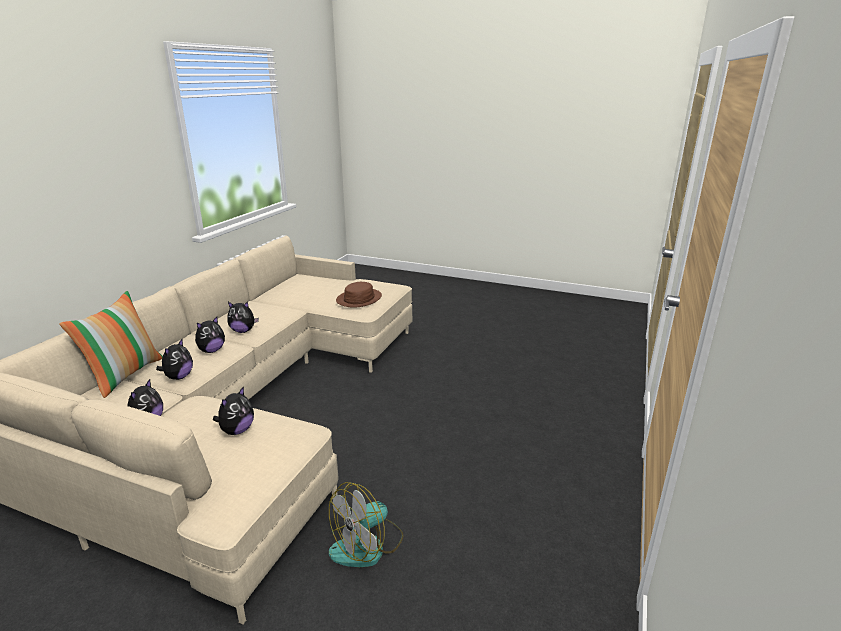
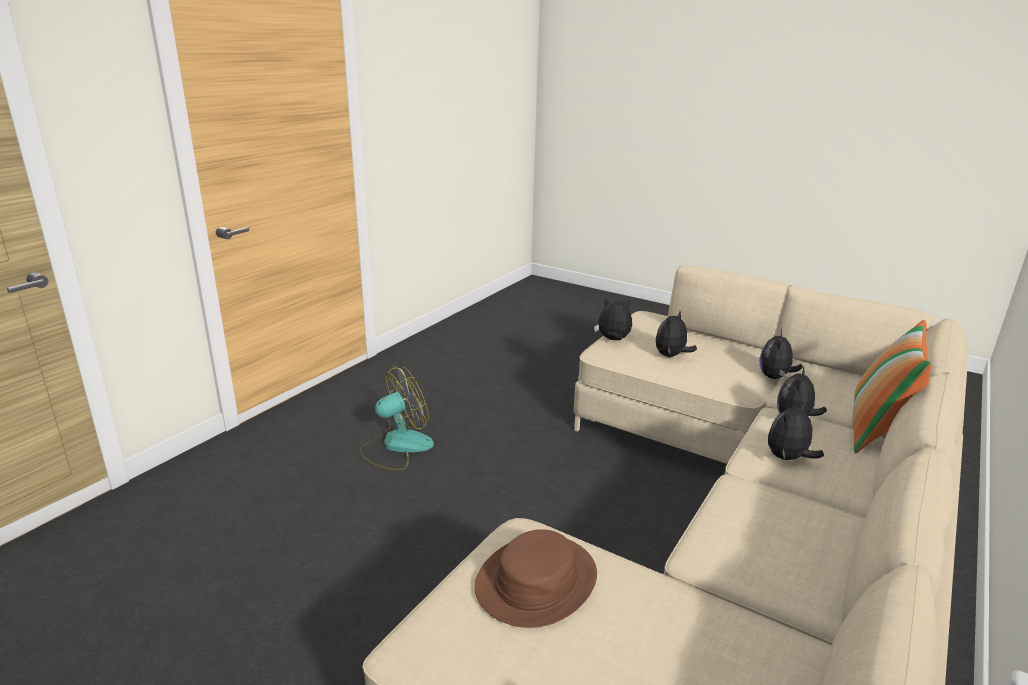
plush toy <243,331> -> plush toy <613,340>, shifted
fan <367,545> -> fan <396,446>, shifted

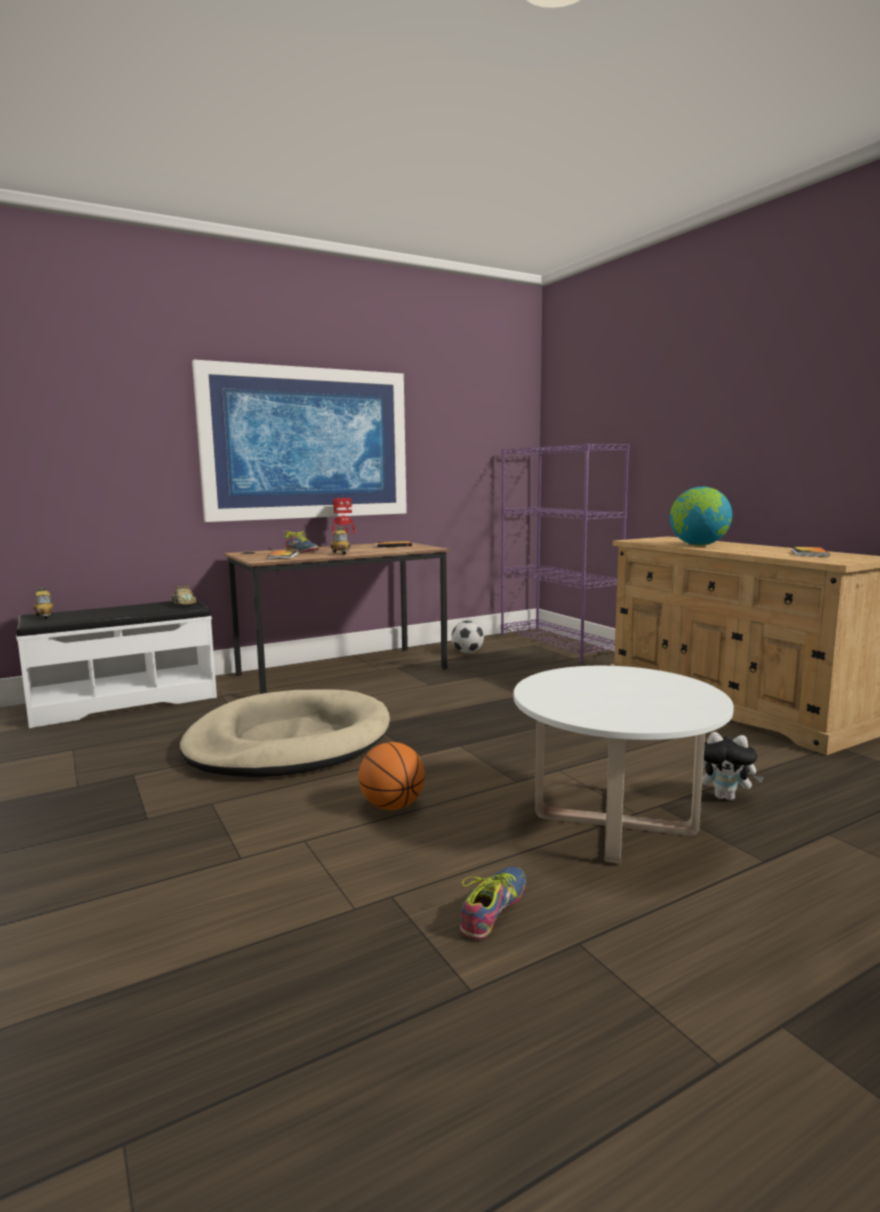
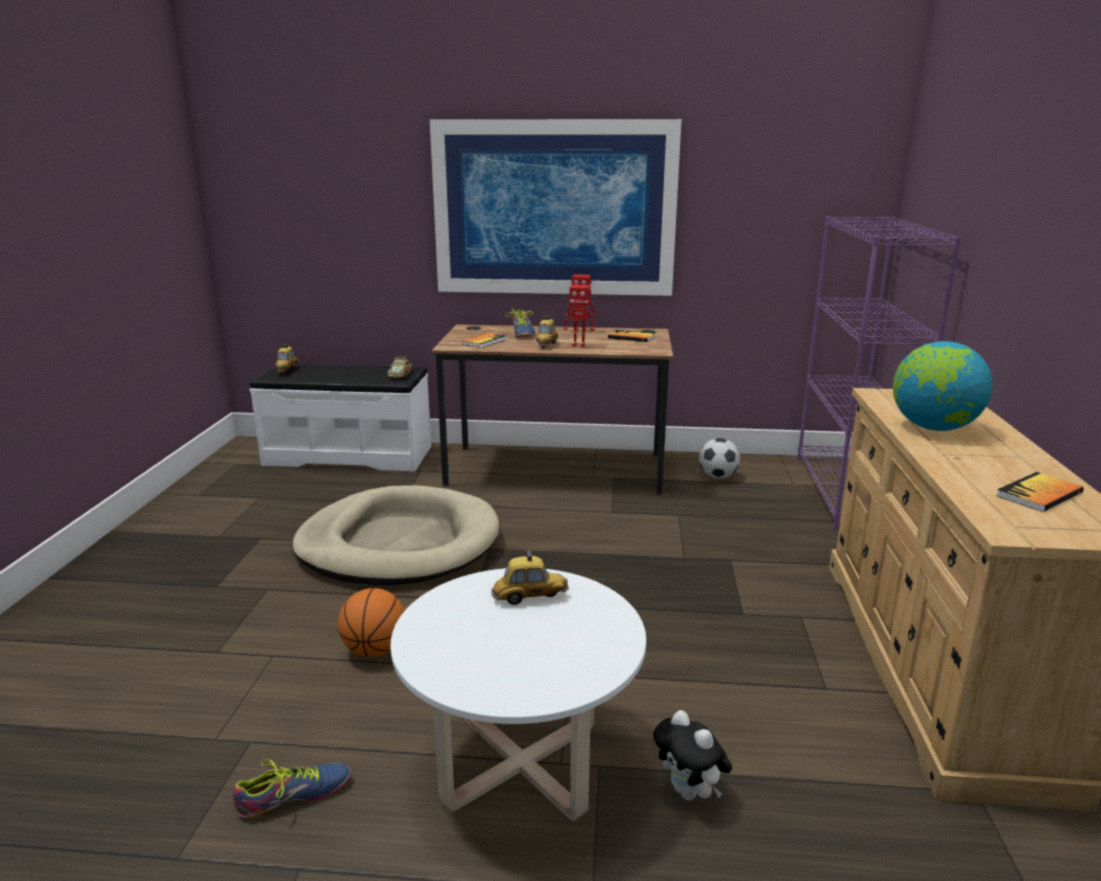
none -> toy car <530,597>
none -> toy robot <579,345>

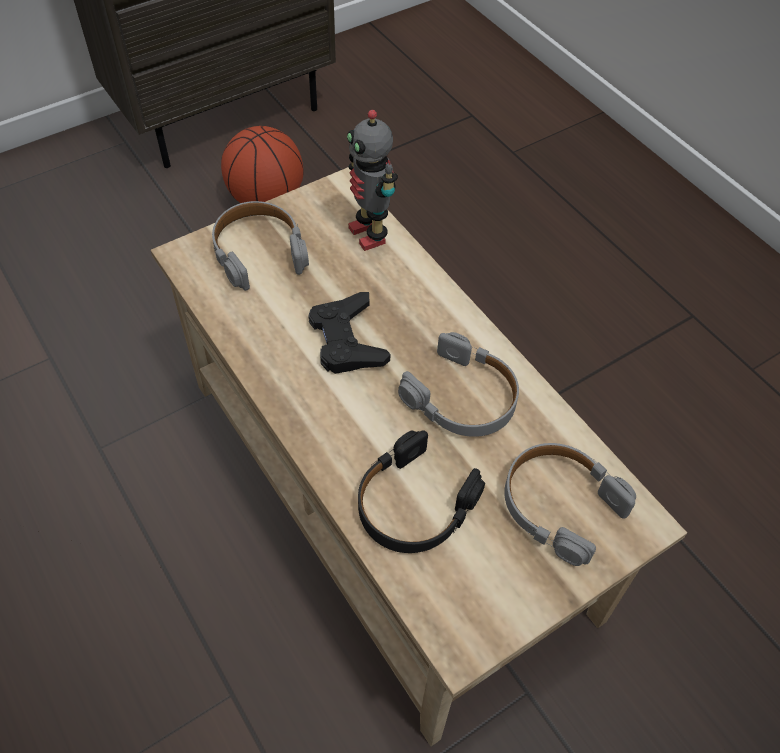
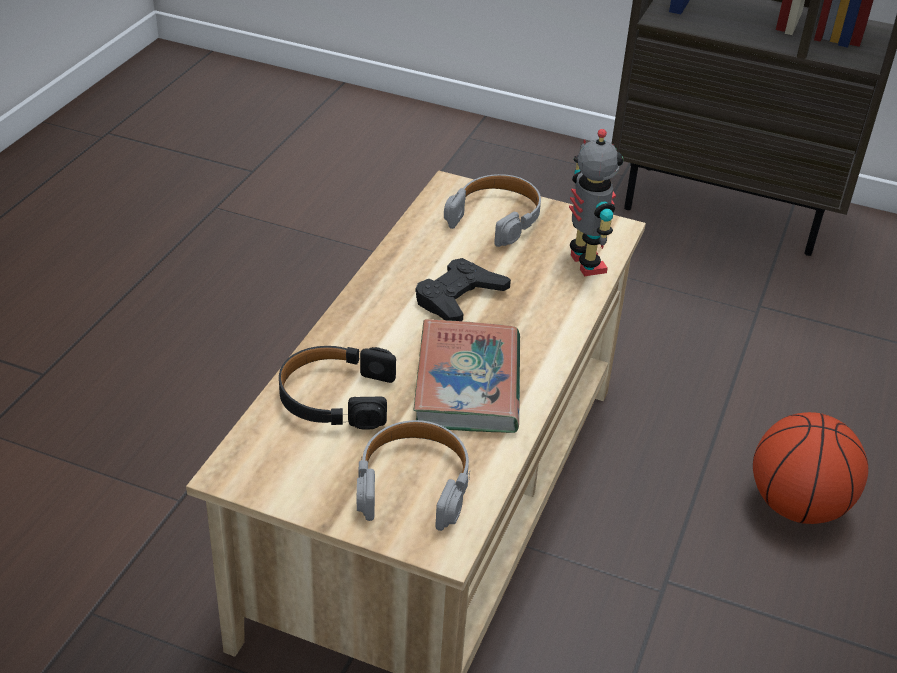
basketball <266,199> -> basketball <796,506>, shifted
grey headphones <462,398> -> book <468,384>
toy robot <370,234> -> toy robot <584,264>, 135 degrees clockwise

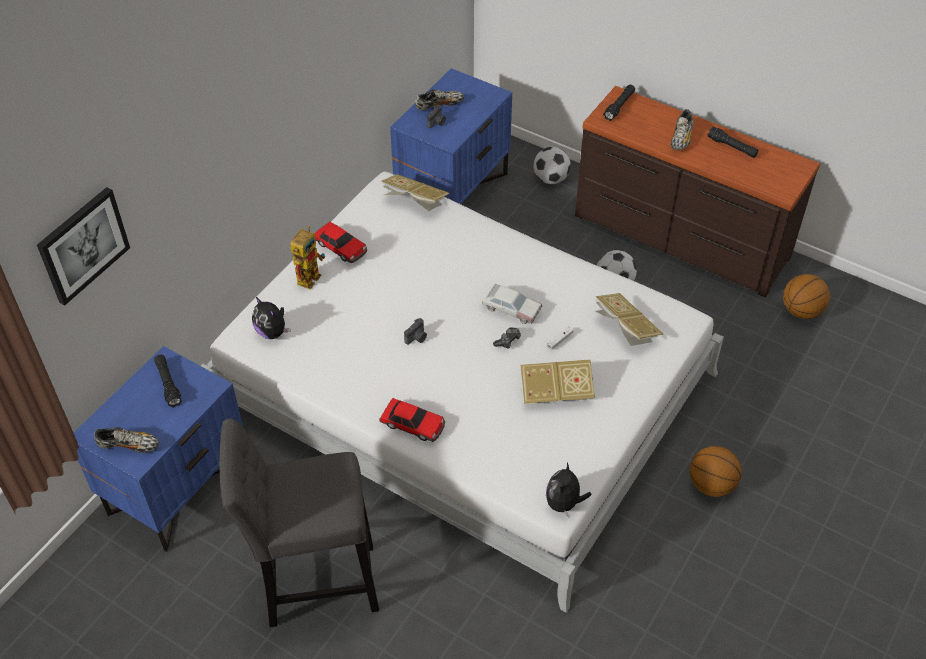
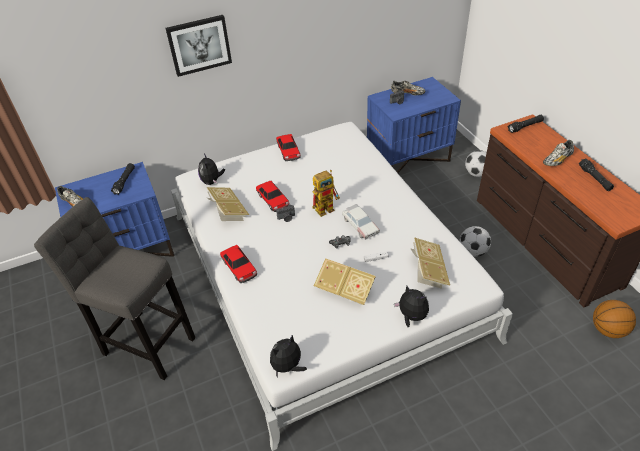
basketball <711,485> -> none
none -> toy car <273,200>
none -> plush toy <411,317>
picture <82,245> -> picture <199,45>, shifted
toy robot <310,275> -> toy robot <327,207>, shifted
book <415,202> -> book <228,212>, shifted

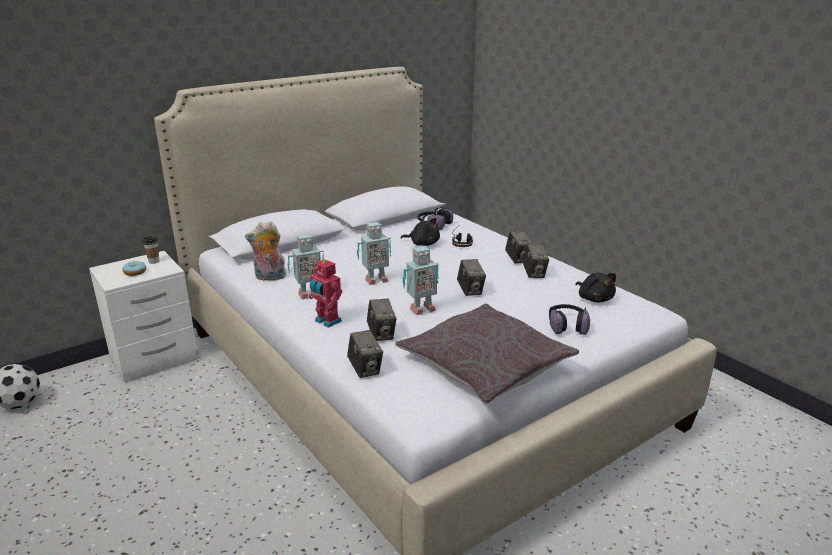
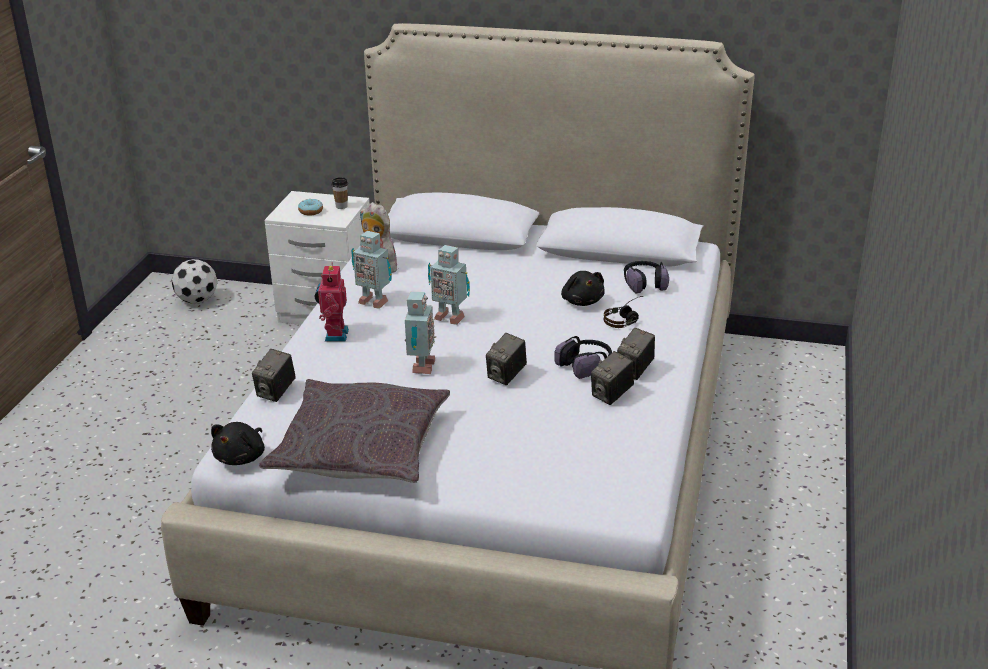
photo camera <381,334> -> none
headphones <567,325> -> headphones <585,365>, shifted
black plush toy <594,298> -> black plush toy <241,457>, shifted
toy robot <421,309> -> toy robot <420,367>, 105 degrees counterclockwise

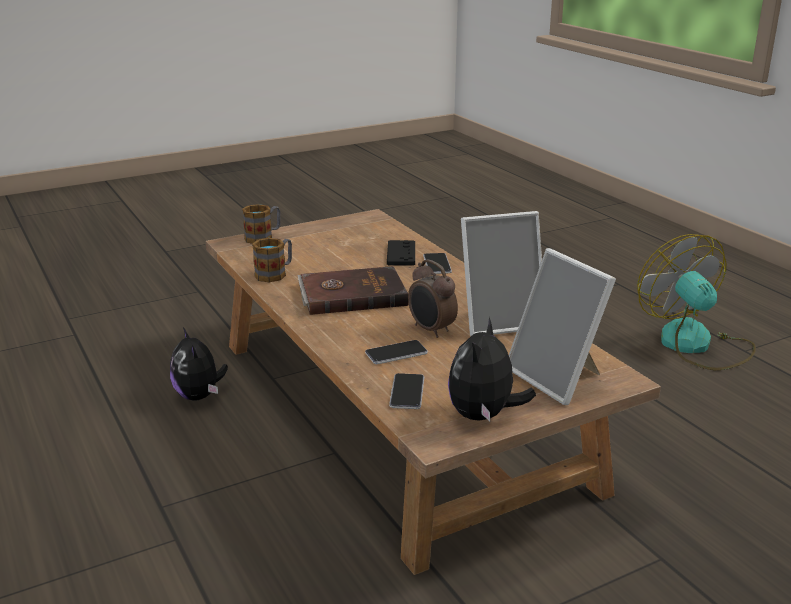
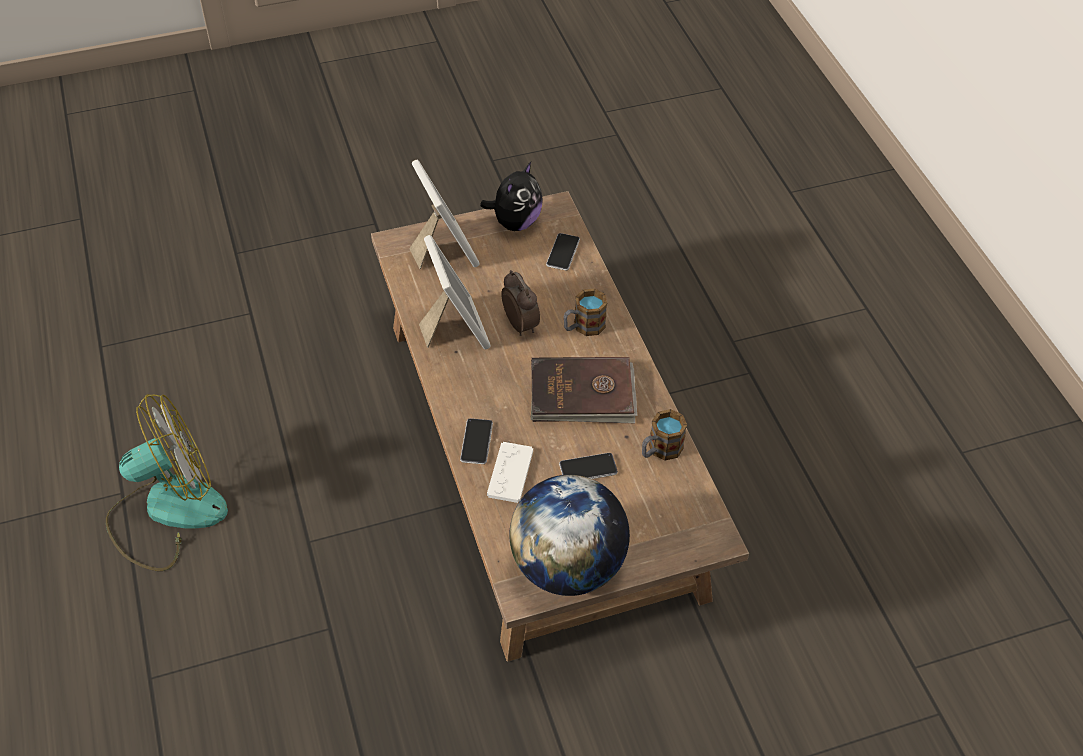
plush toy <199,396> -> none
none -> globe <567,566>
mug <263,237> -> mug <583,327>, shifted
phone <396,353> -> phone <588,468>, shifted
black game controller <401,254> -> white game controller <510,473>
picture frame <500,321> -> picture frame <454,328>, 75 degrees clockwise
fan <696,345> -> fan <166,512>, 105 degrees counterclockwise

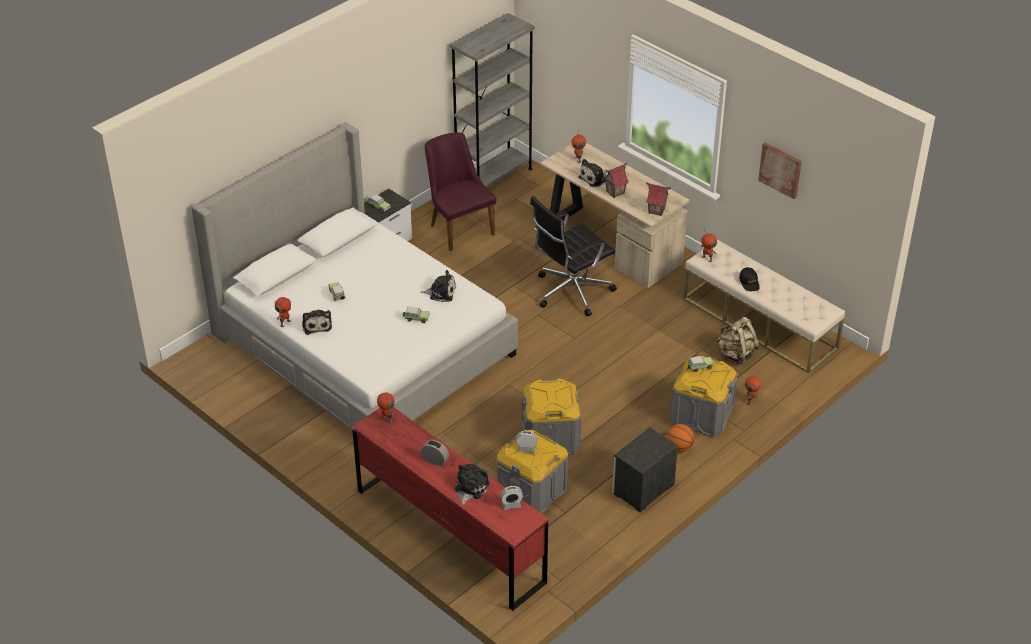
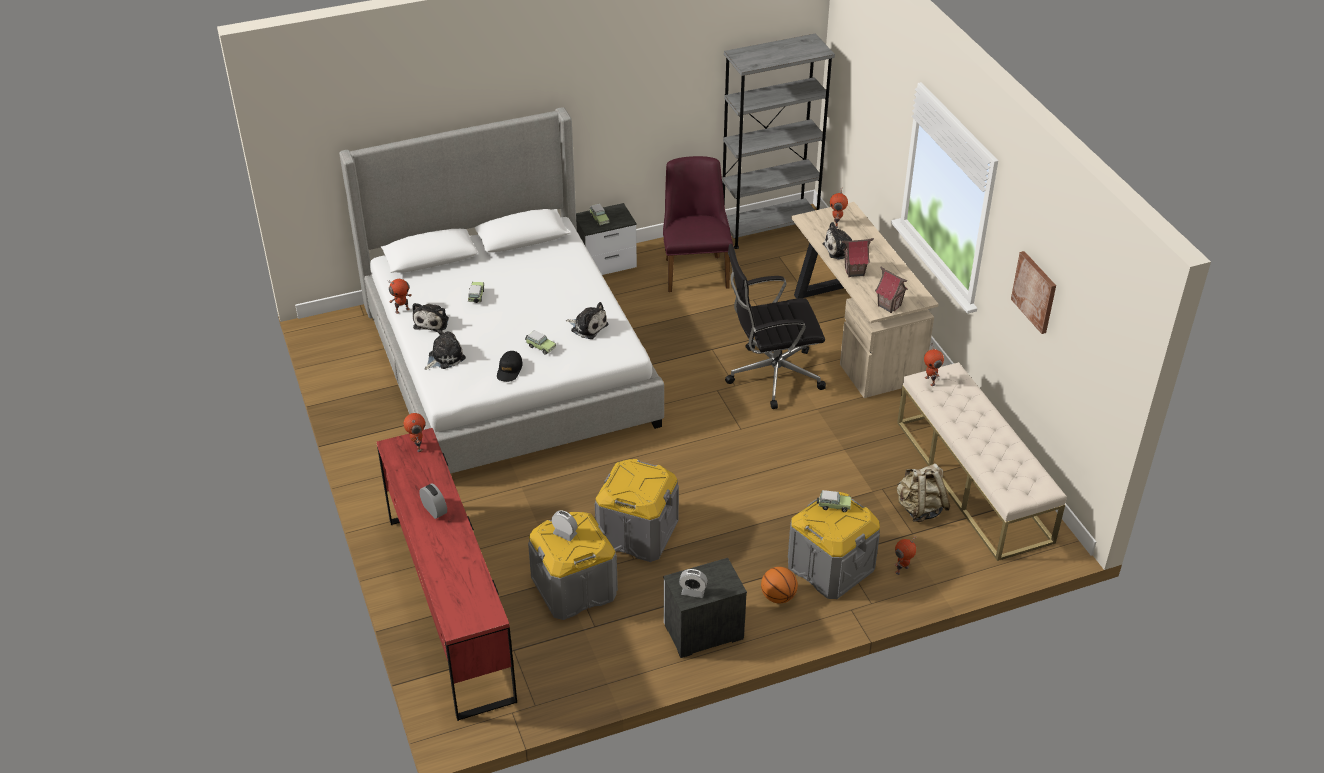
plush toy <470,488> -> plush toy <444,357>, shifted
alarm clock <511,505> -> alarm clock <693,592>, shifted
black cap <749,282> -> black cap <509,370>, shifted

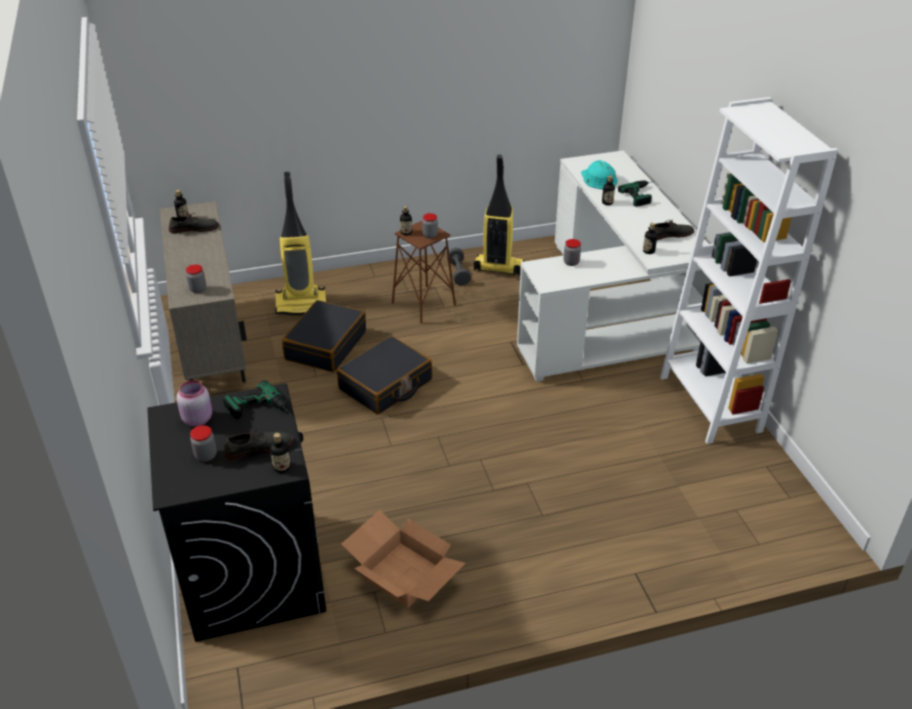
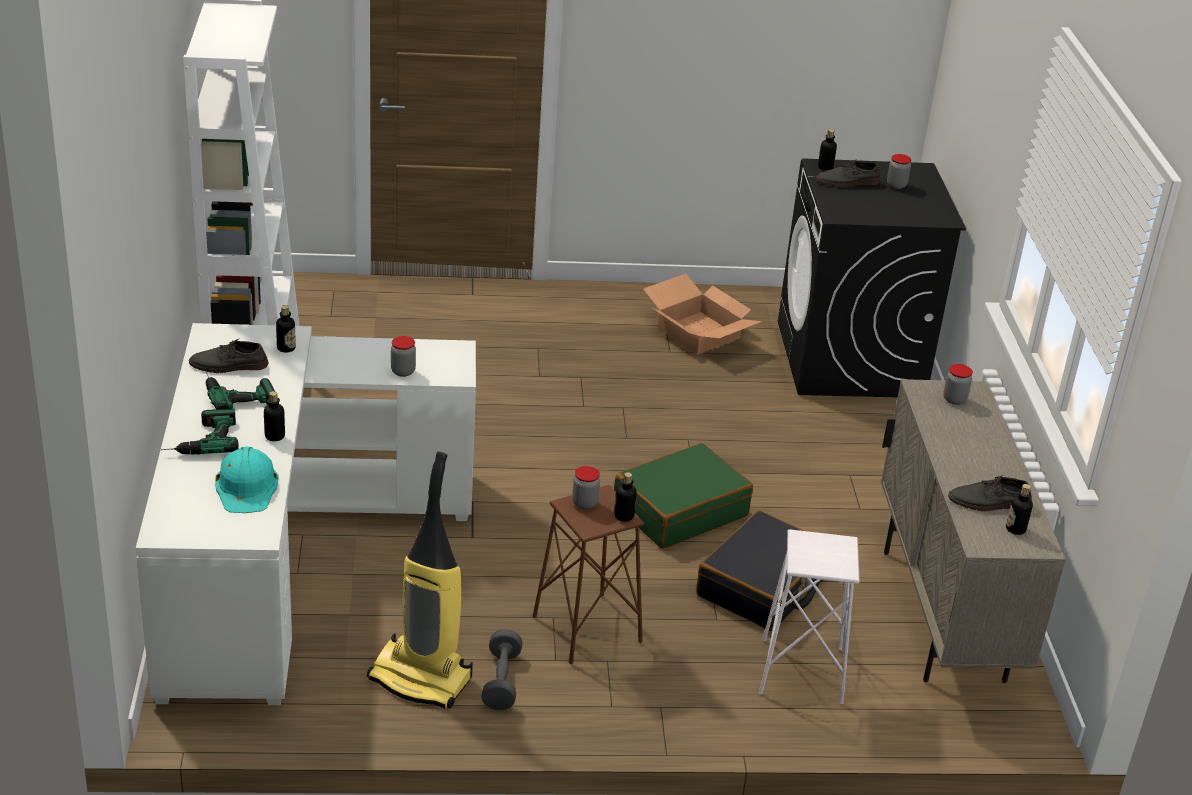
pink jar <197,418> -> none
power drill <260,411> -> power drill <237,392>, shifted
vacuum cleaner <302,304> -> white stool <801,671>
black suitcase <386,385> -> green suitcase <680,510>

